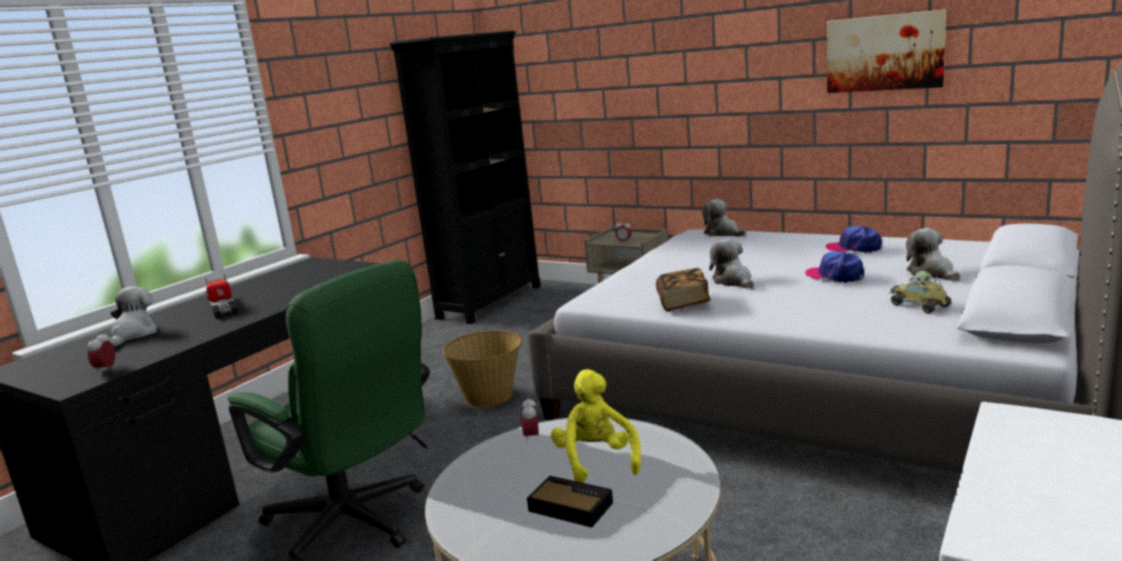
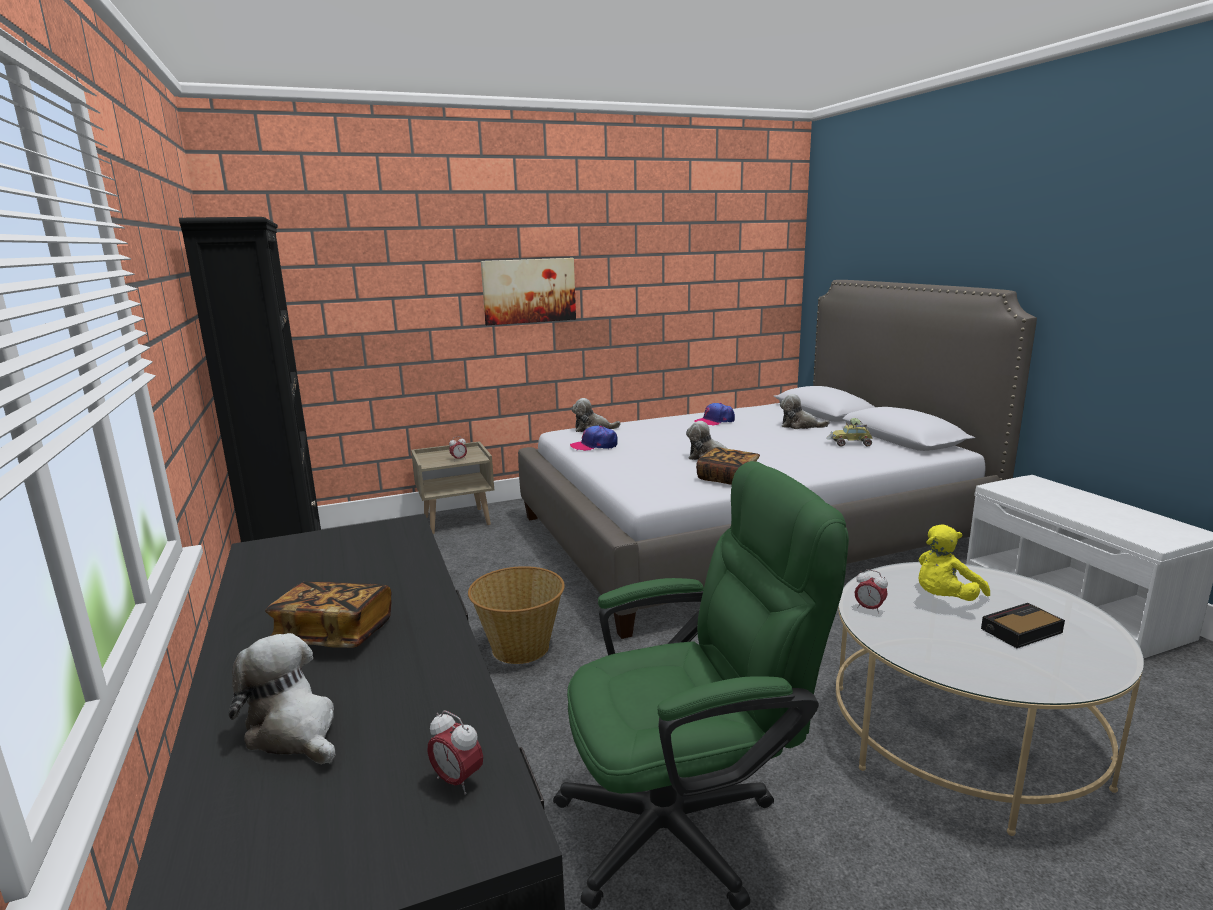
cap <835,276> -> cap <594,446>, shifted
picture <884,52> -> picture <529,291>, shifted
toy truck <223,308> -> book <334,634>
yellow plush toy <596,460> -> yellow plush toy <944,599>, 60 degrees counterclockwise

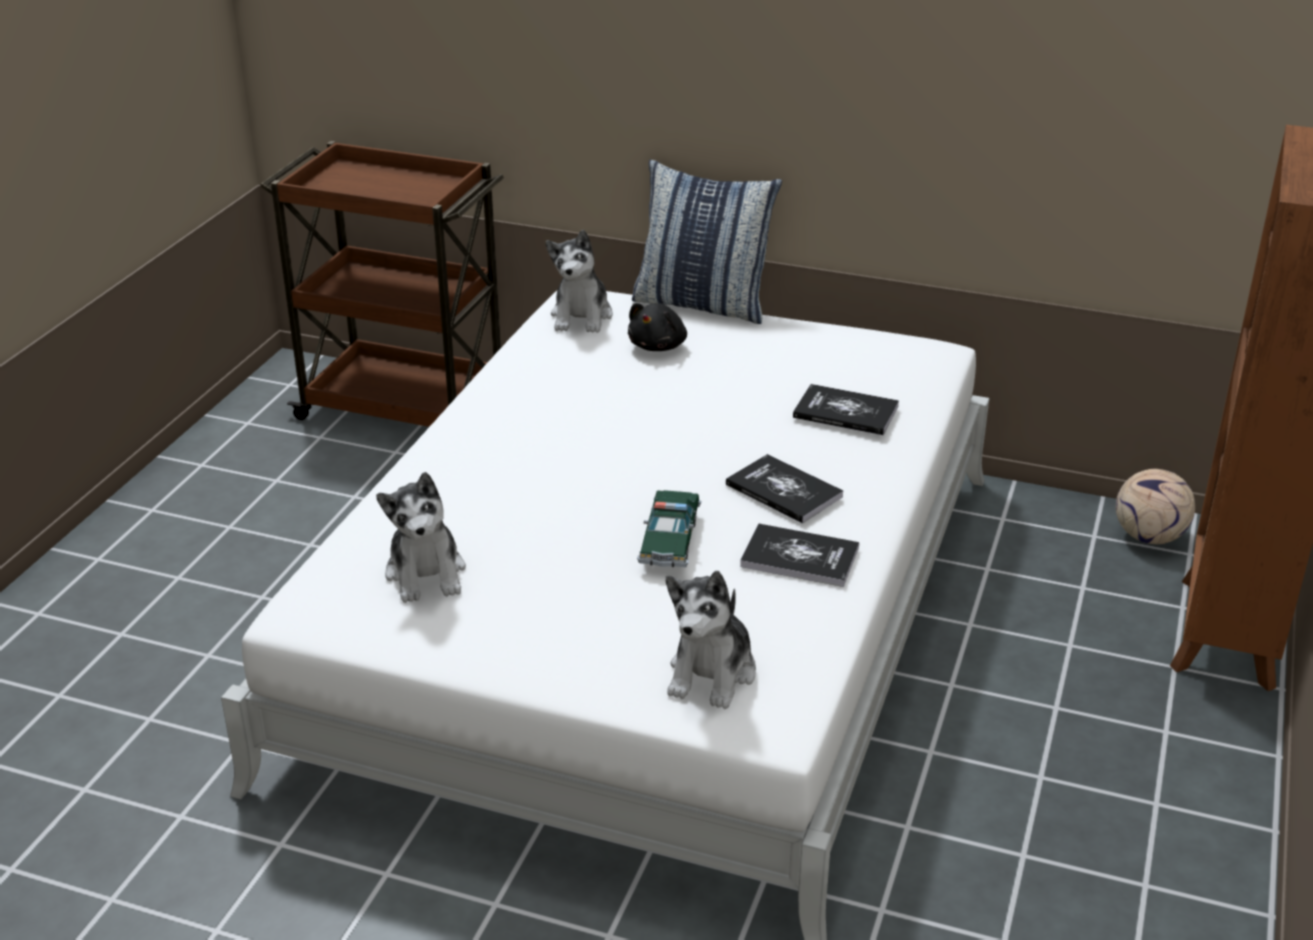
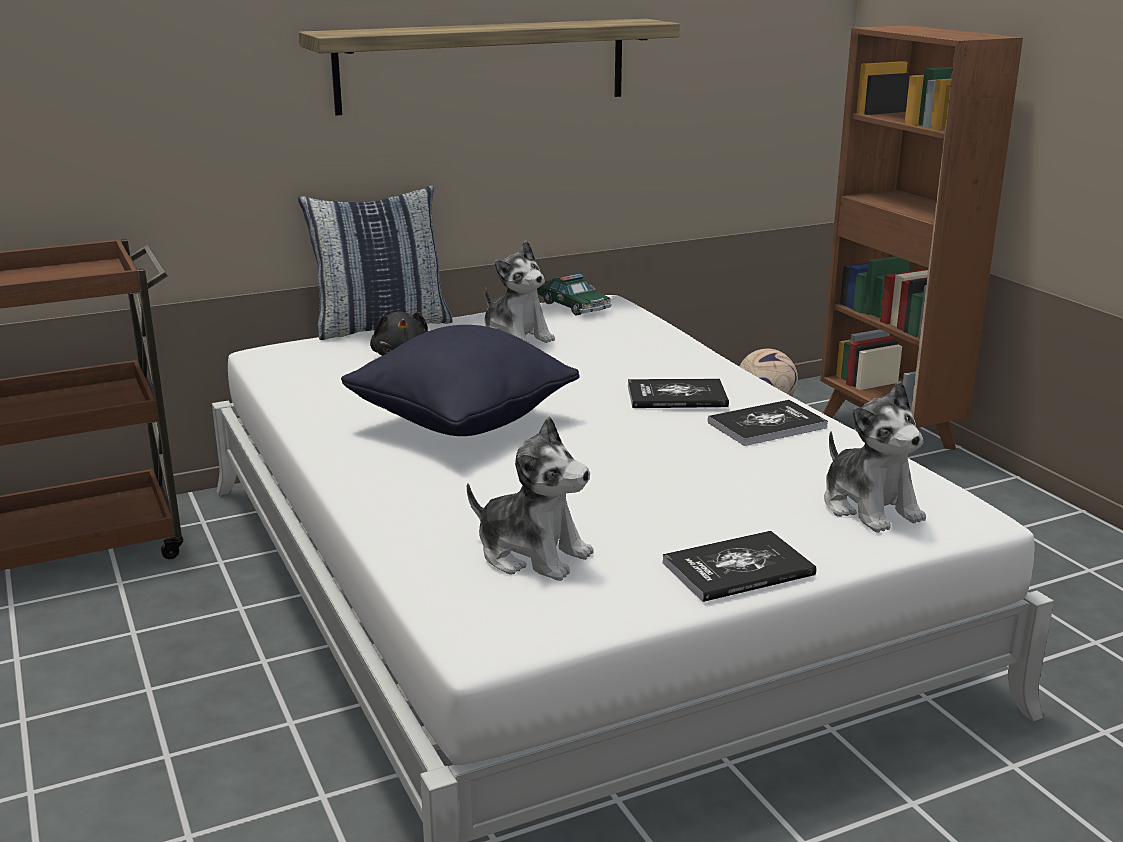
none -> shelf <483,65>
none -> black pillow <462,423>
plush toy <582,316> -> plush toy <516,337>, shifted
toy car <670,540> -> toy car <572,306>, shifted
book <845,412> -> book <738,569>, shifted

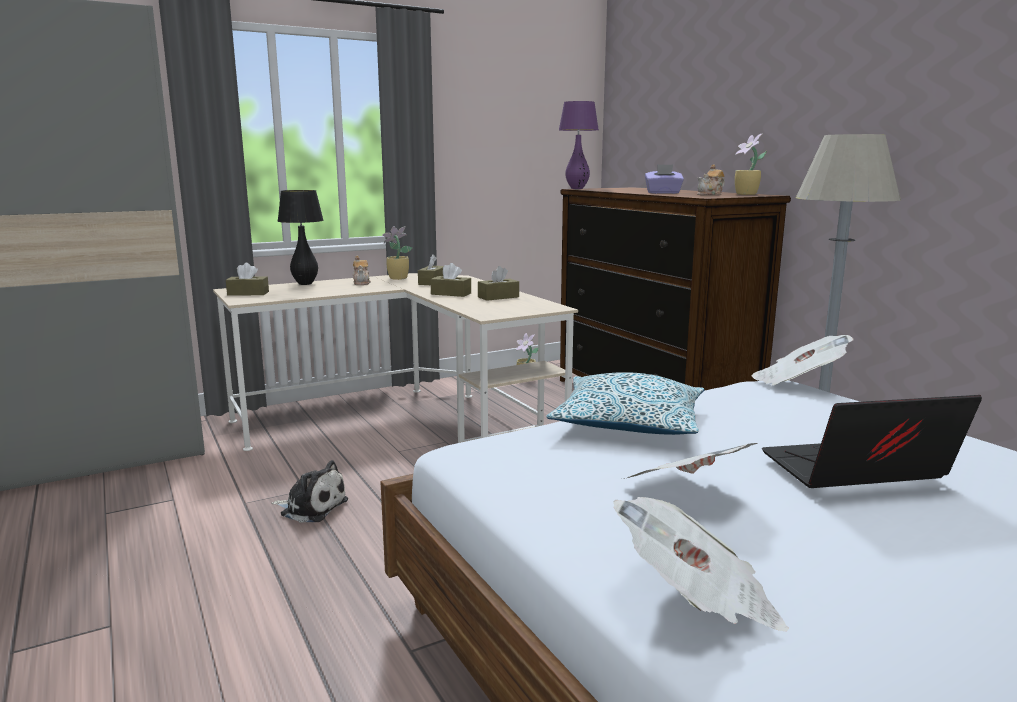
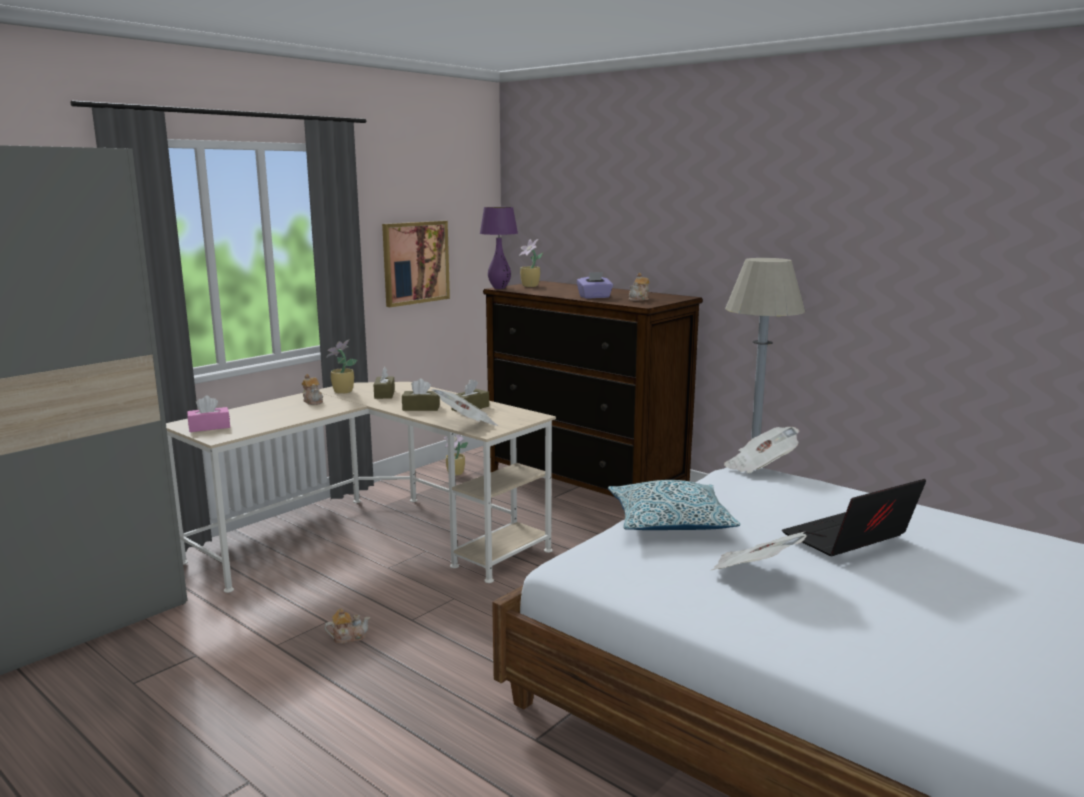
black table lamp <305,284> -> none
none -> picture <415,262>
newspaper <697,601> -> newspaper <466,424>, shifted
potted plant <746,194> -> potted plant <530,286>, shifted
plush toy <311,507> -> teapot <348,637>
brown tissue box <248,293> -> pink tissue box <209,427>

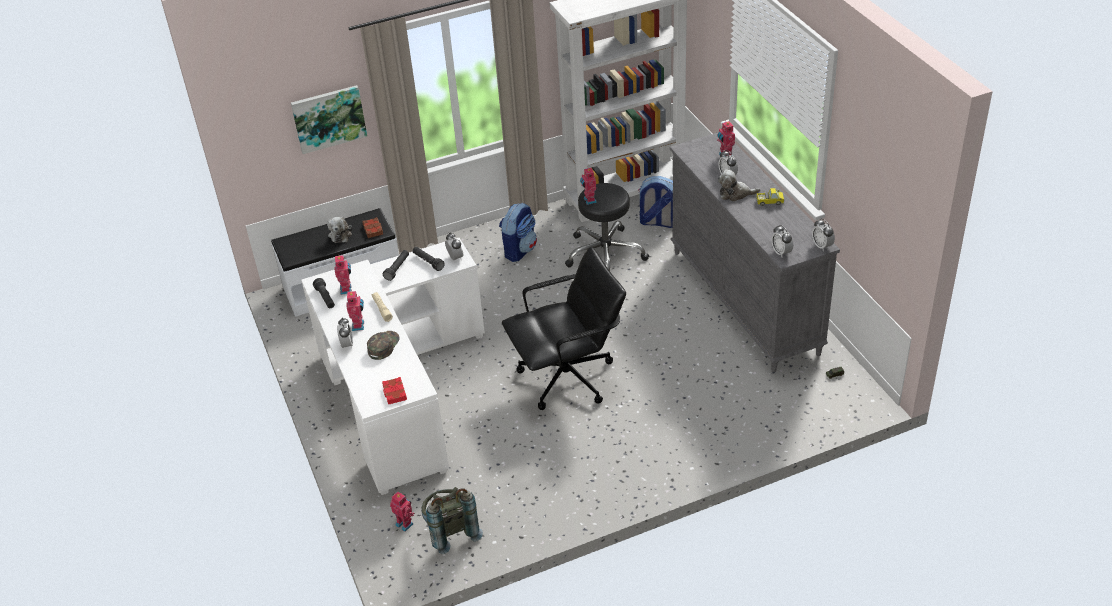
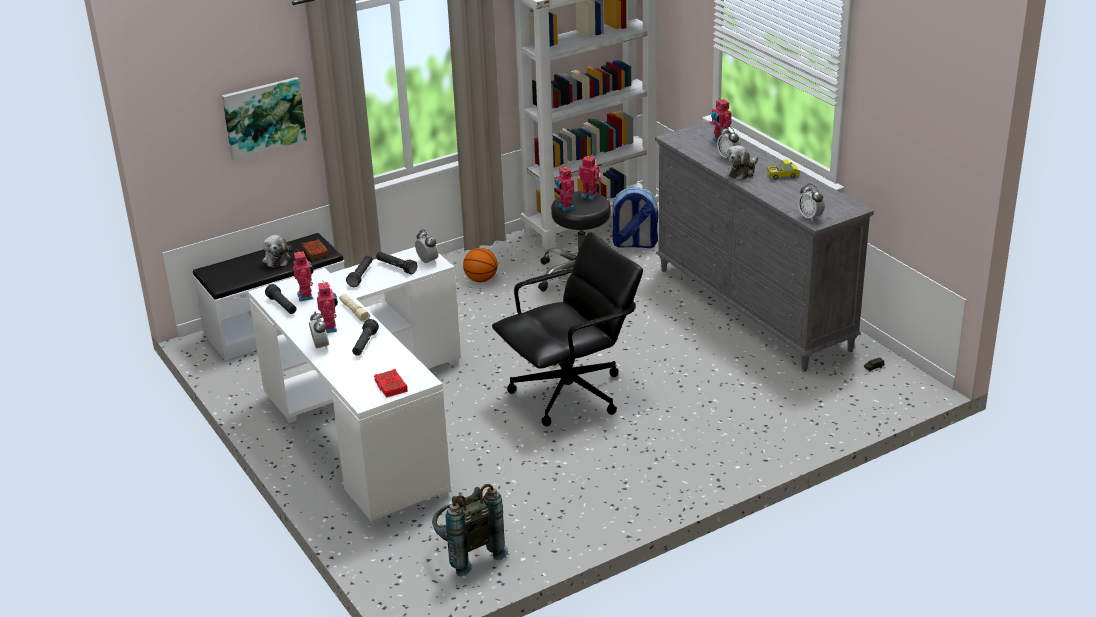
alarm clock <822,246> -> none
toy robot <405,523> -> toy robot <590,195>, shifted
green cap <383,346> -> black flashlight <365,344>
backpack <519,250> -> basketball <481,279>
plush toy <735,194> -> plush toy <742,172>, 45 degrees counterclockwise

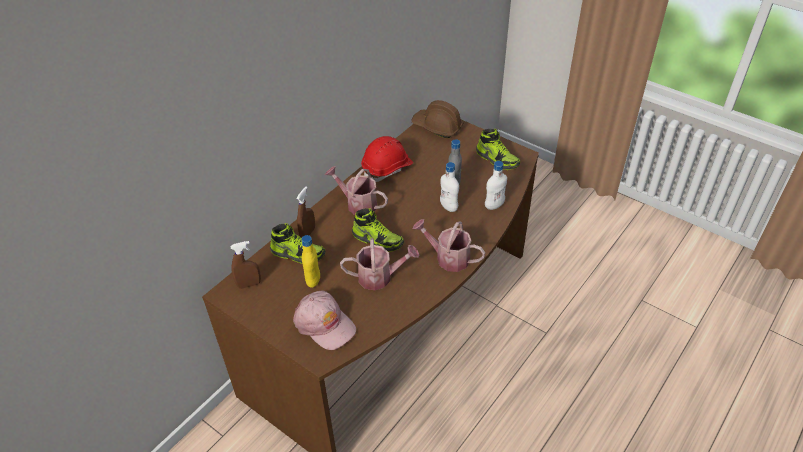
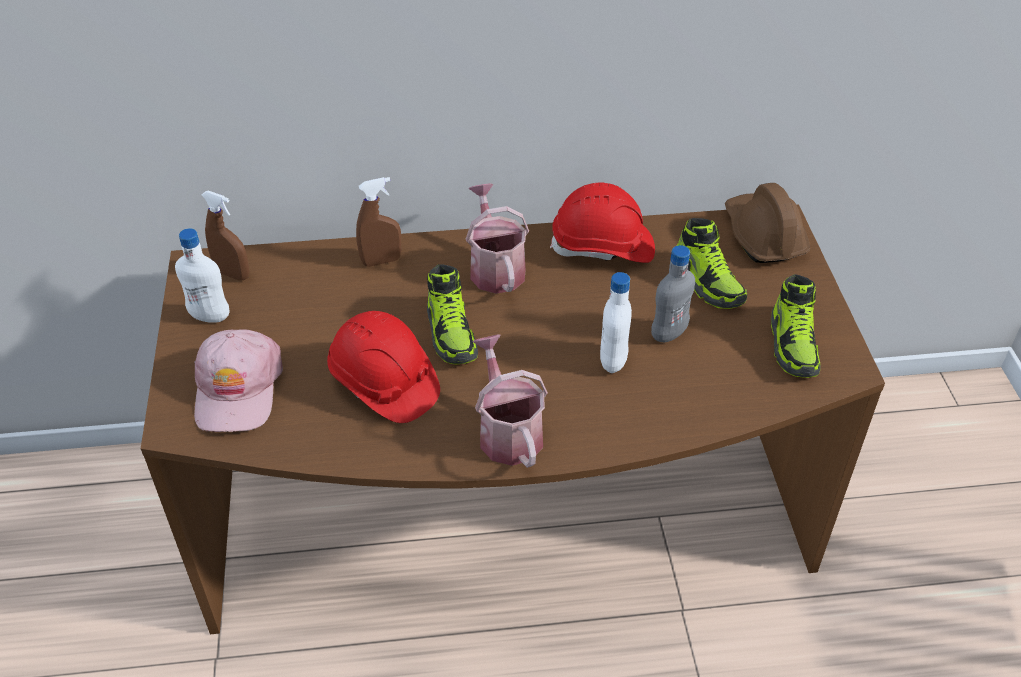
yellow bottle <313,280> -> none
shoe <298,253> -> shoe <708,283>, shifted
white bottle <494,205> -> white bottle <210,316>, shifted
watering can <380,277> -> red hard hat <383,384>

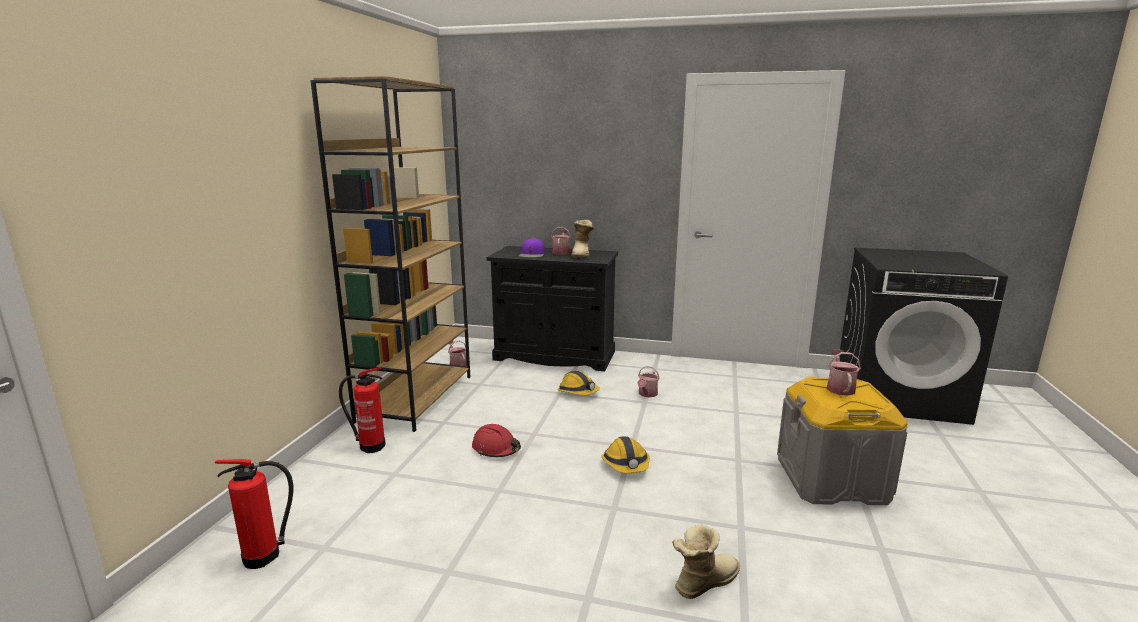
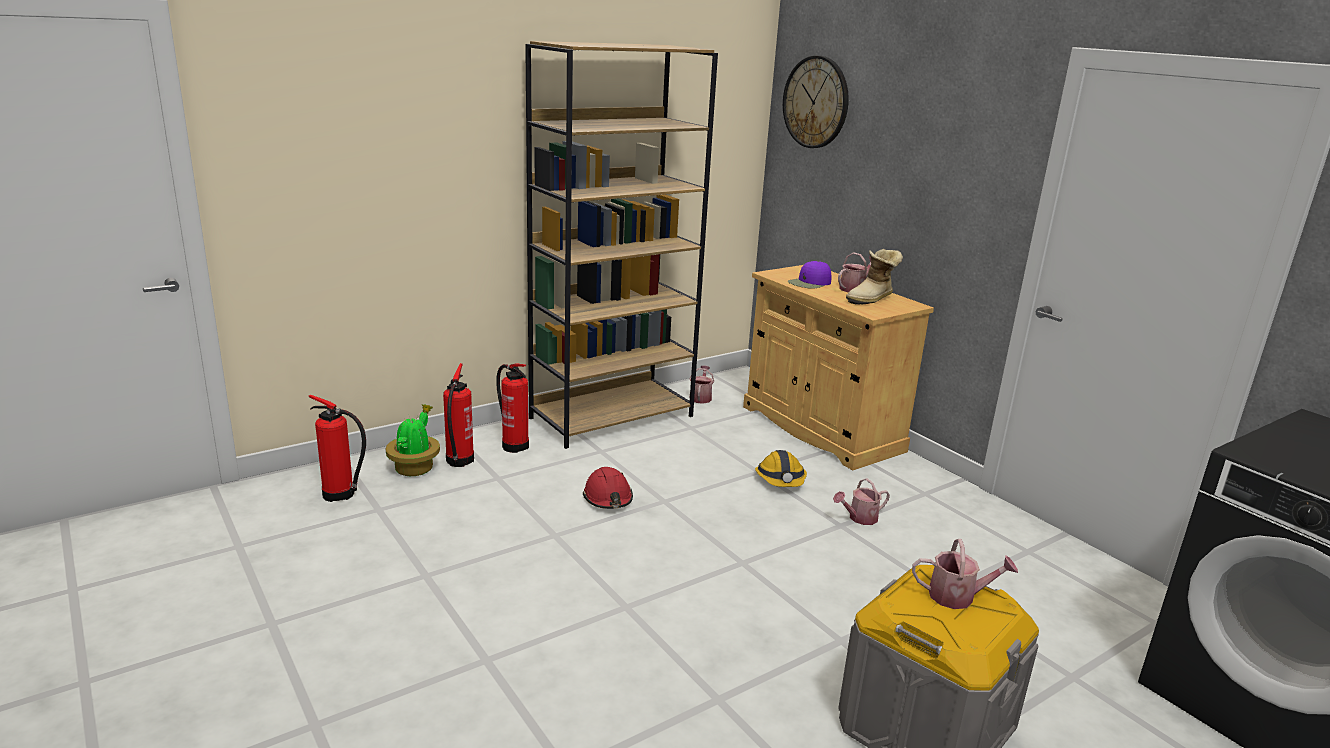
hard hat <626,465> -> none
boot <703,582> -> none
none -> potted plant <415,468>
none -> fire extinguisher <458,461>
none -> wall clock <816,102>
black cabinet <554,356> -> beige cabinet <821,428>
watering can <839,387> -> watering can <957,596>, 45 degrees clockwise

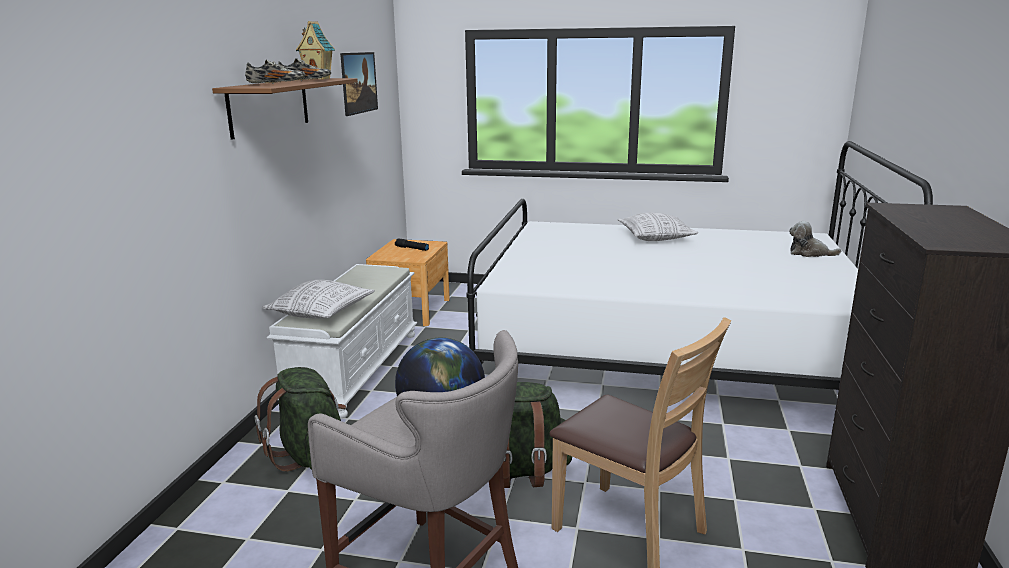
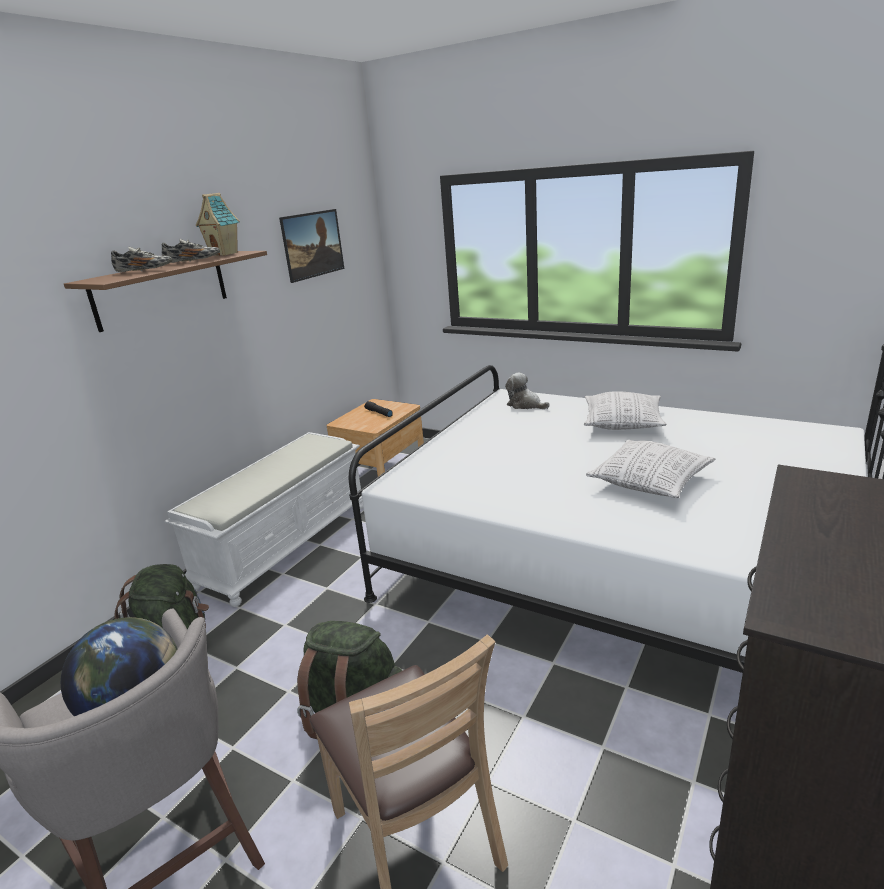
pillow <321,312> -> pillow <649,482>, shifted
plush toy <809,253> -> plush toy <525,405>, shifted

